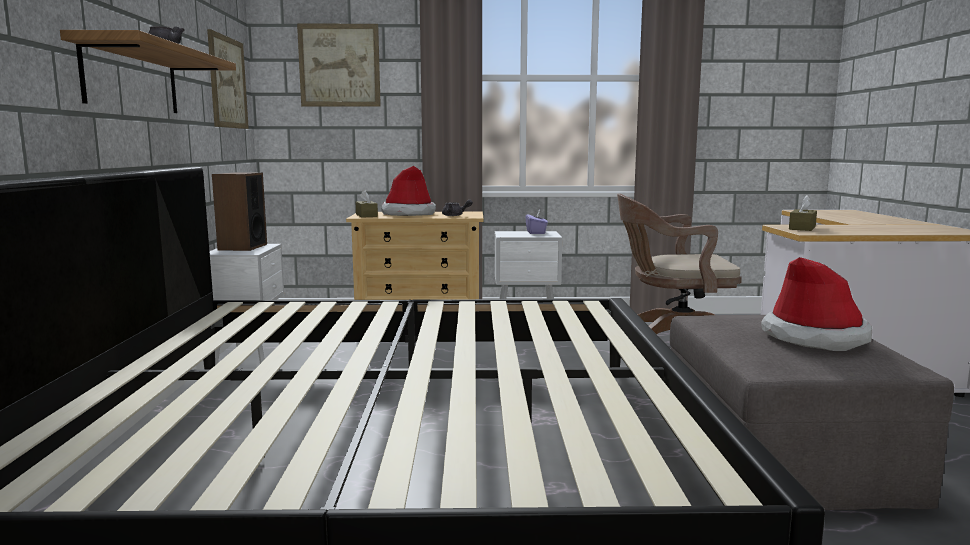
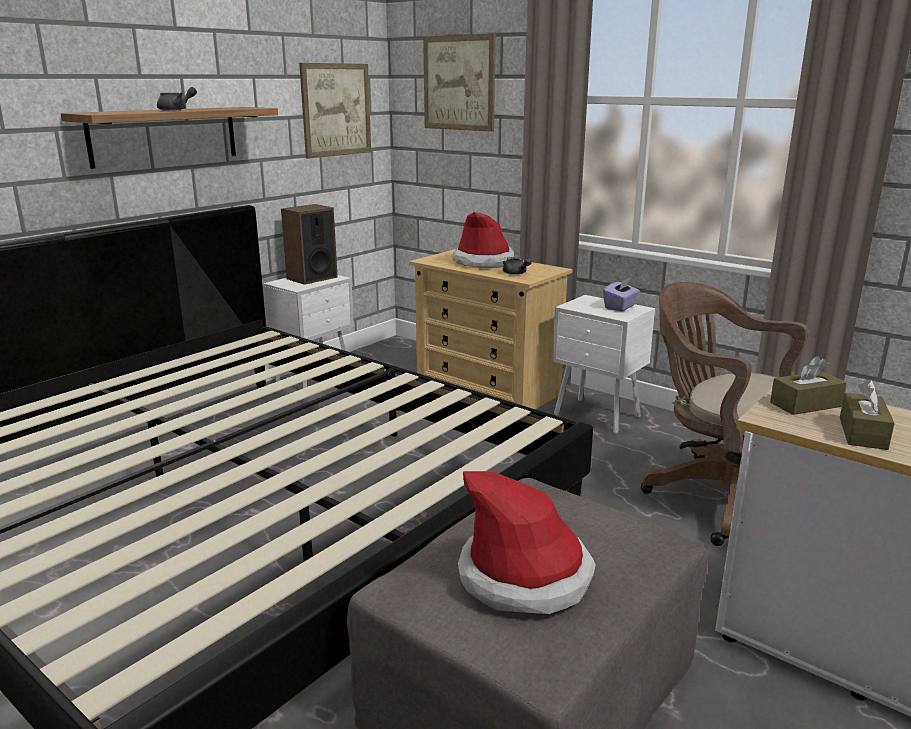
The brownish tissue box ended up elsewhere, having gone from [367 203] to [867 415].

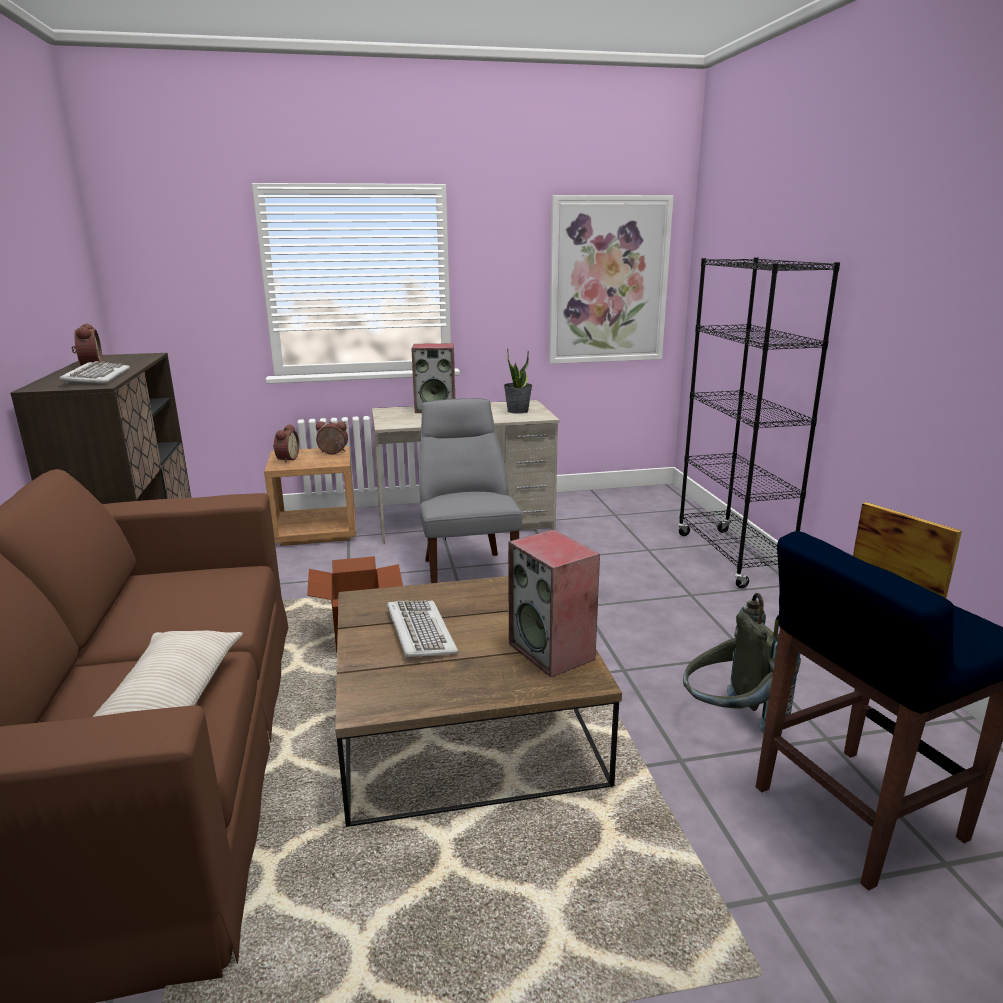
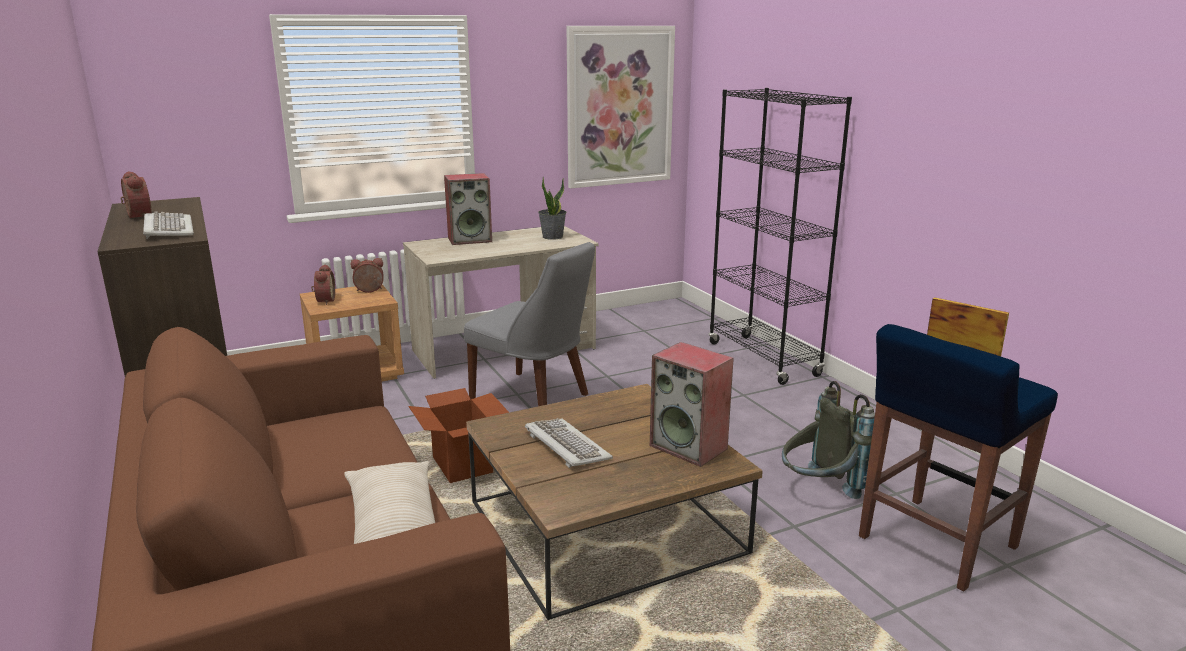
The gray plain chair at [470 490] ended up facing another way, 150 degrees clockwise from before.

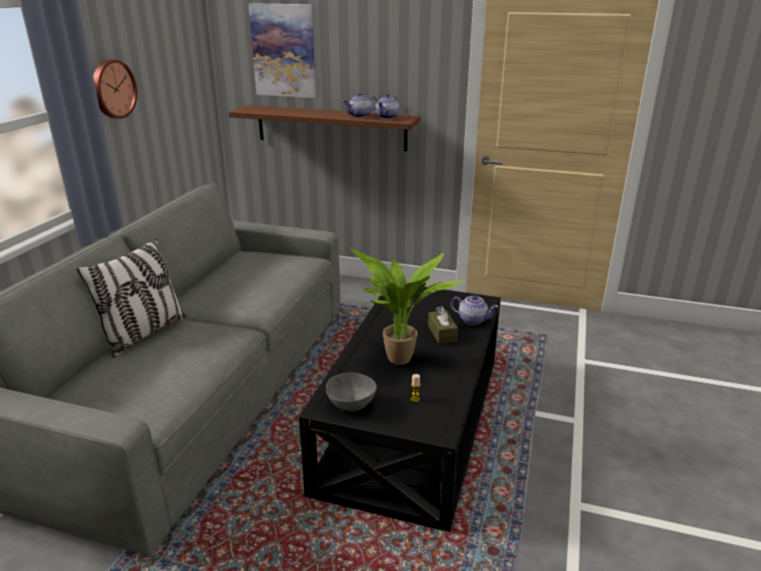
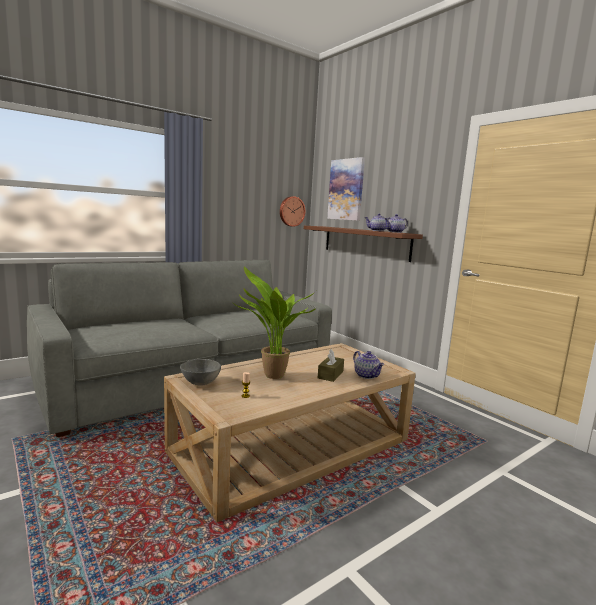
The wall clock ended up elsewhere, having gone from [115 89] to [292 211].
The second view lost the throw pillow at [131 298].
What was the black coffee table at [400 409] turned into the sand-coloured coffee table at [289 432].

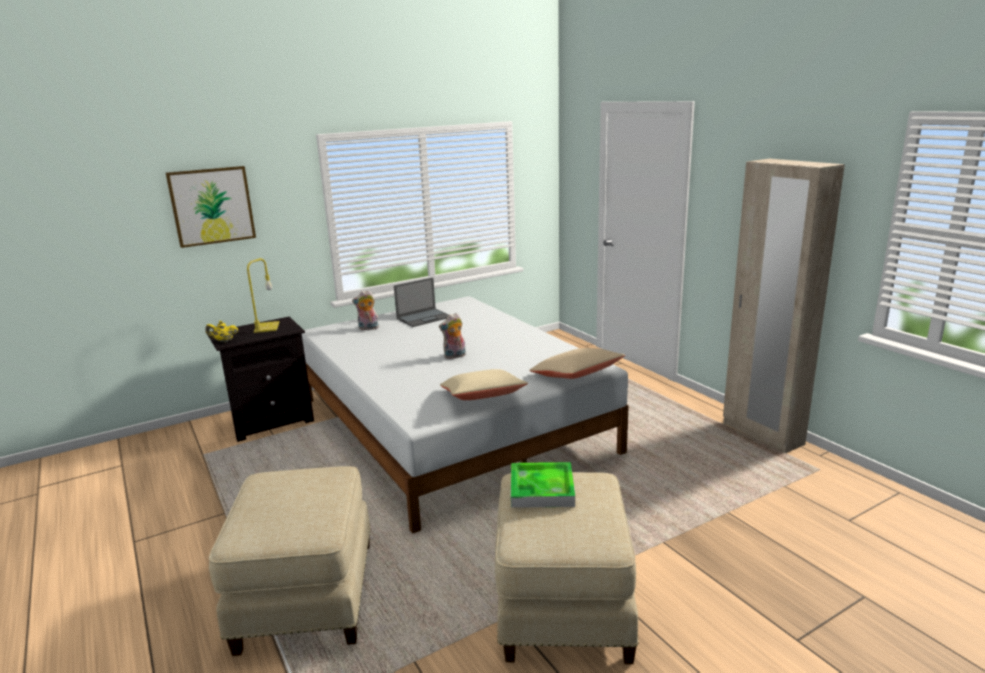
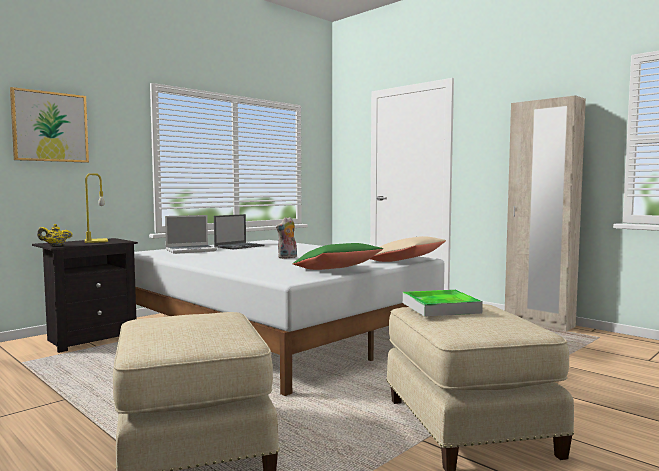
Where the plush toy stood at [365 310], the laptop came to stand at [191 234].
What was the sand-coloured throw pillow at [484 384] turned into the greenish throw pillow at [337 256].

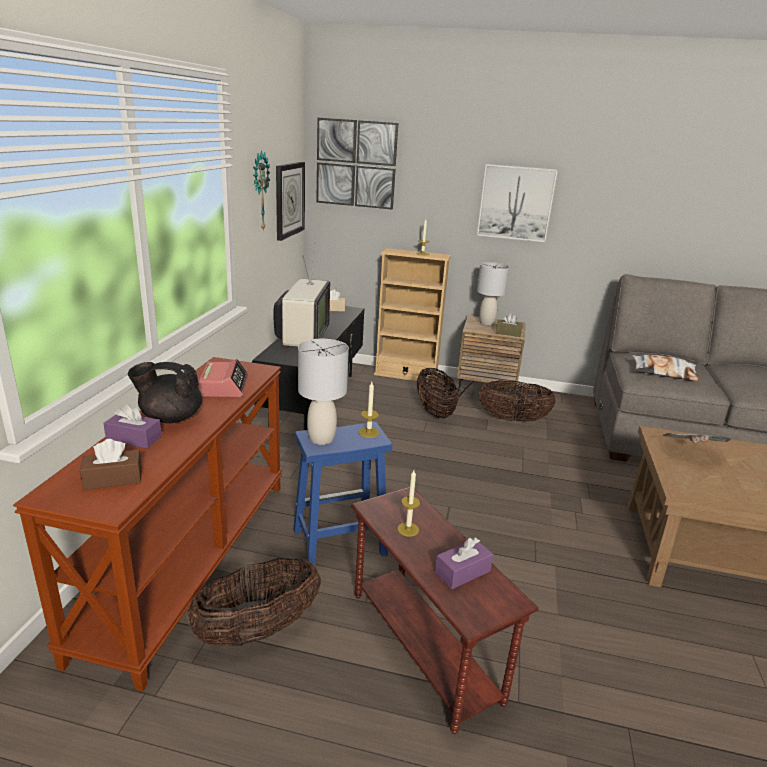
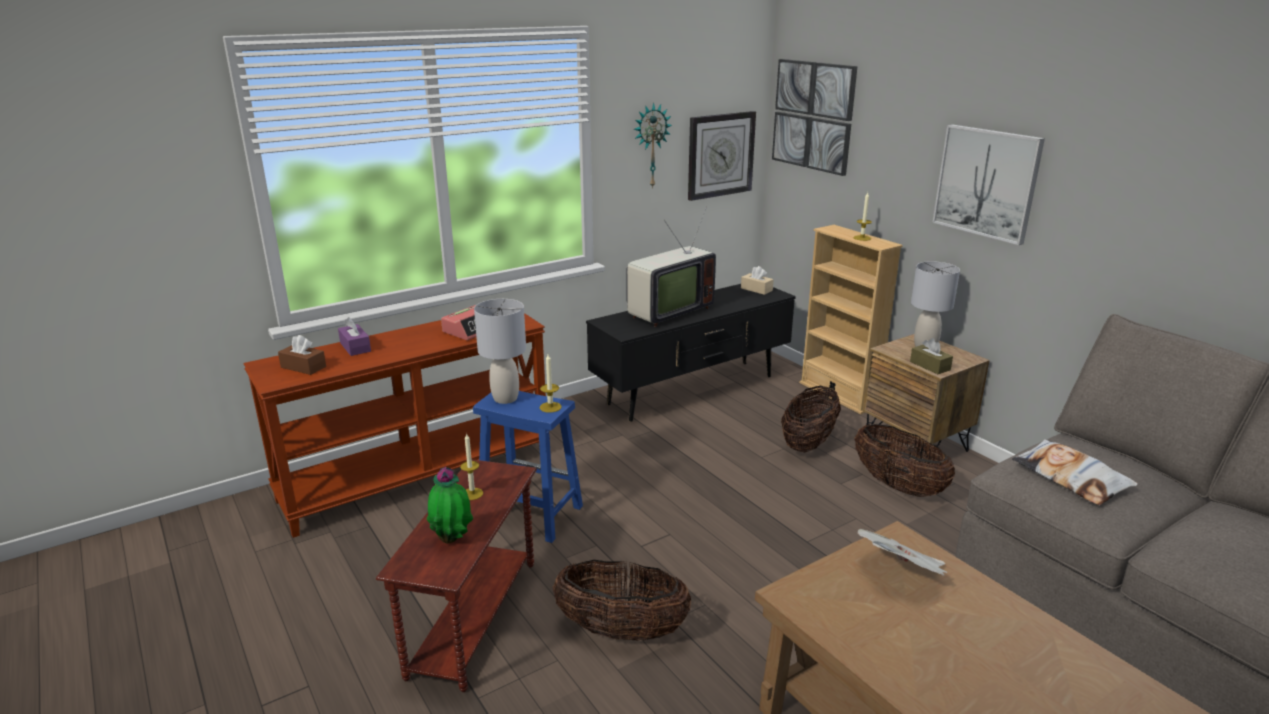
The second view lost the black tea pot at [165 392].
Where the purple tissue box stood at [464 563], the houseplant came to stand at [450 505].
The household basket ended up elsewhere, having gone from [253 602] to [621 600].

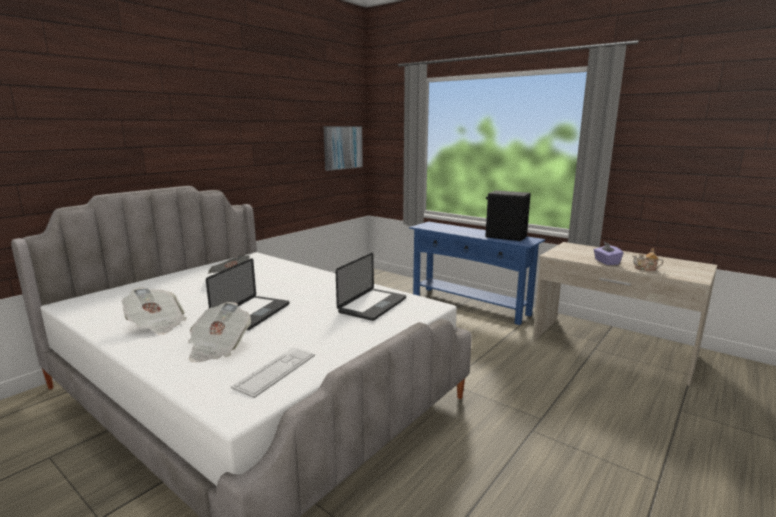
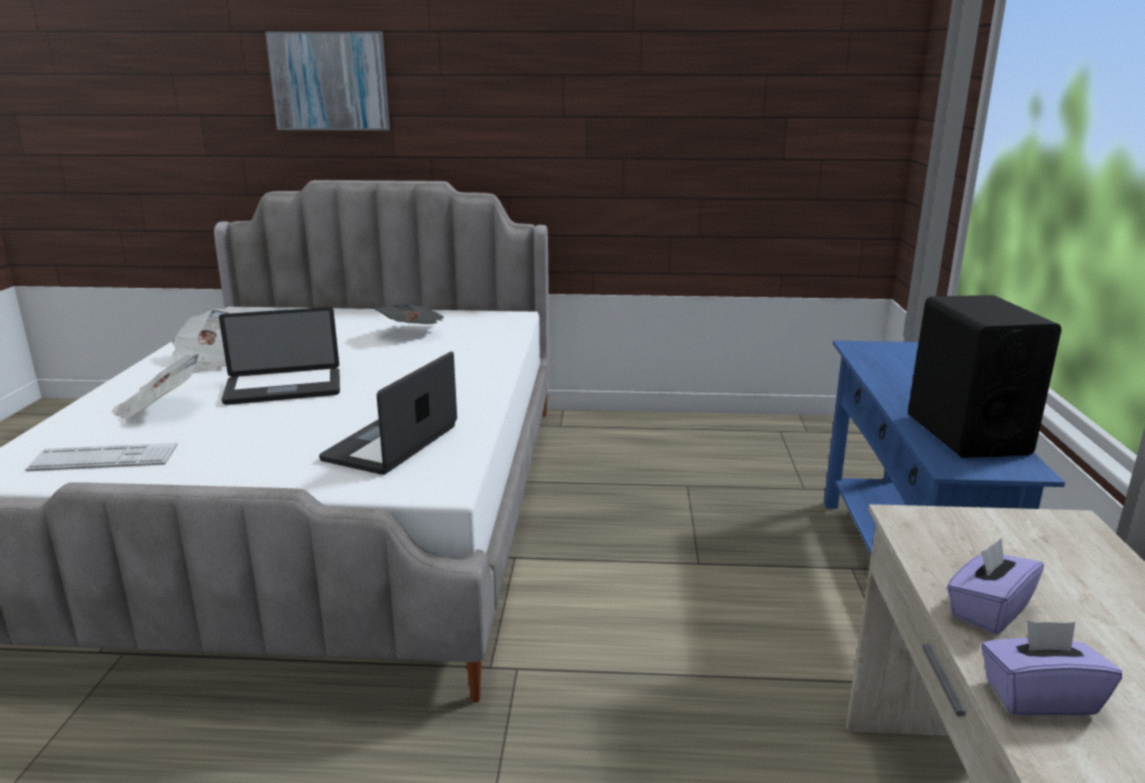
The wall picture ended up elsewhere, having gone from [343 148] to [327 81].
Where the tea pot stood at [647 259], the purple tissue box came to stand at [1051 668].
The laptop at [371 287] ended up facing another way, 120 degrees clockwise from before.

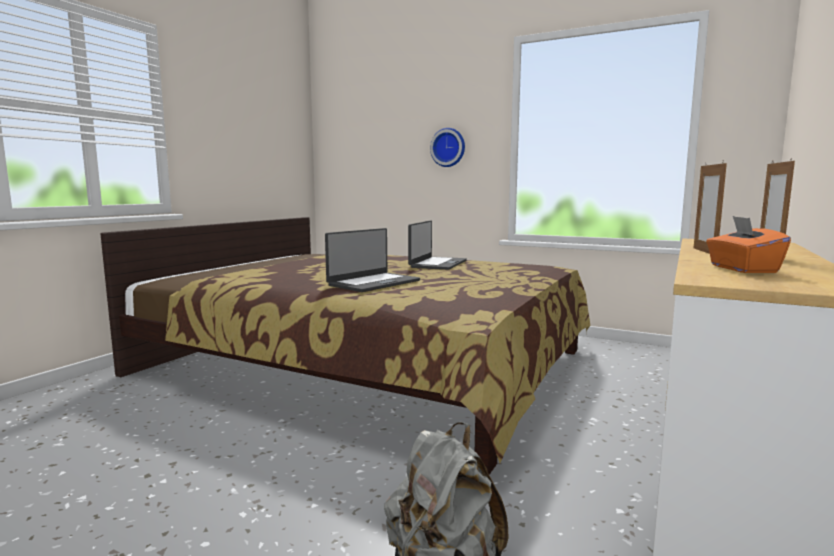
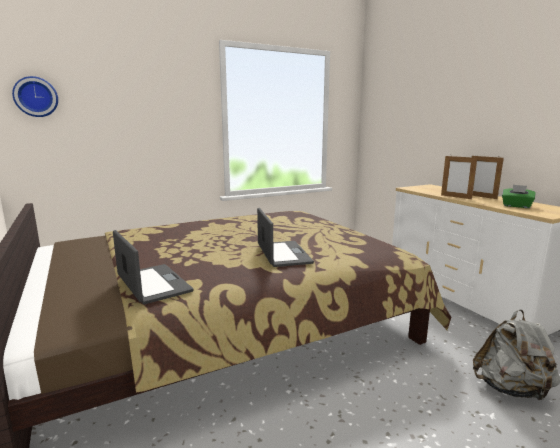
The wall clock ended up elsewhere, having gone from [447 147] to [35 96].
What was the orange tissue box at [748 244] turned into the greenish tissue box at [519 196].
The laptop ended up elsewhere, having gone from [437 245] to [153 267].

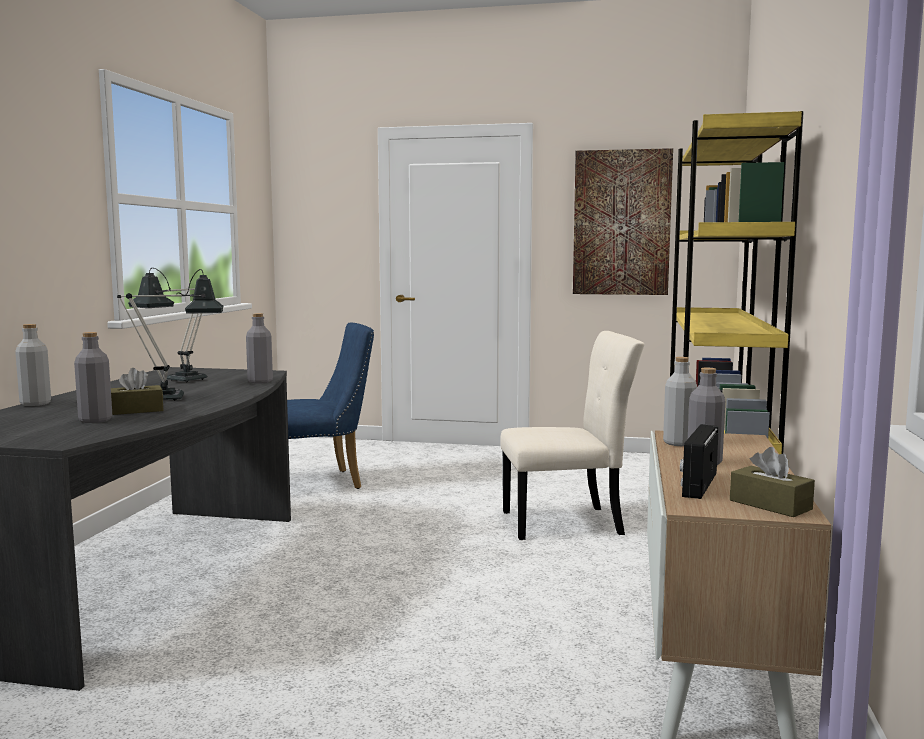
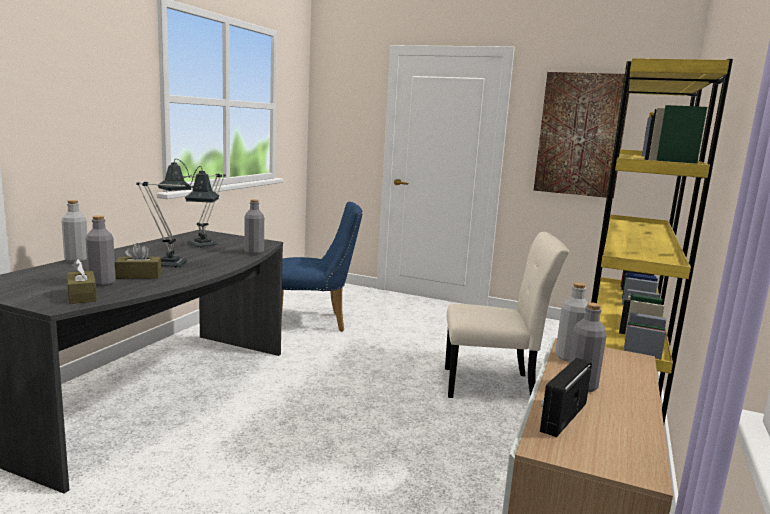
The brownish tissue box ended up elsewhere, having gone from [772 482] to [82 281].

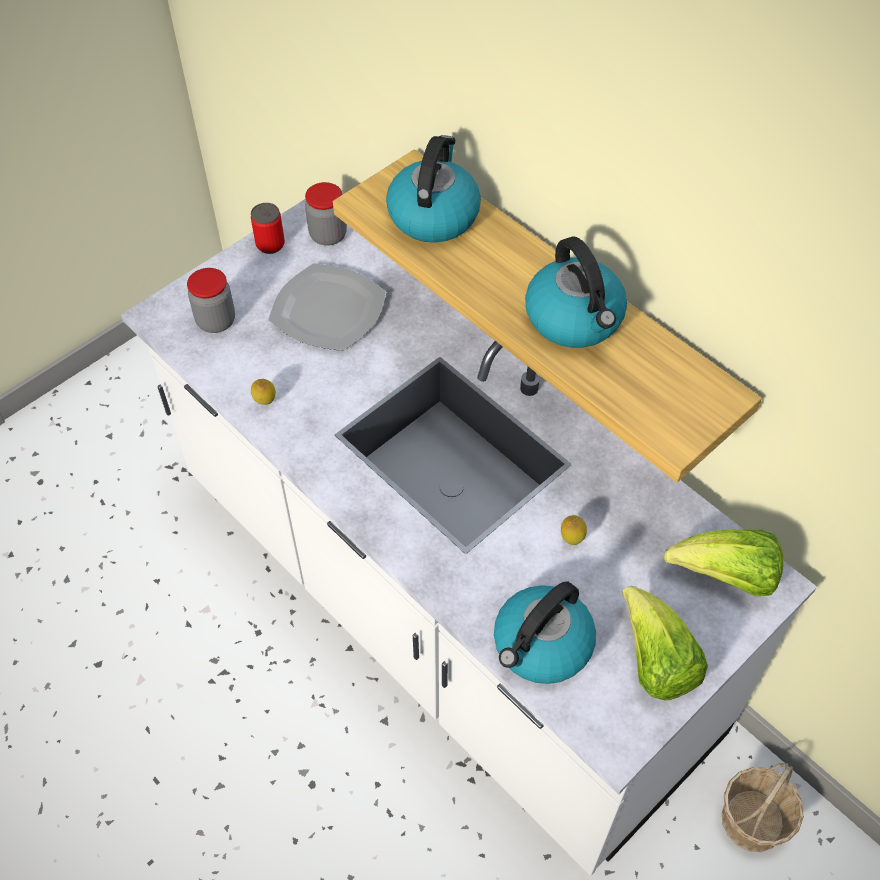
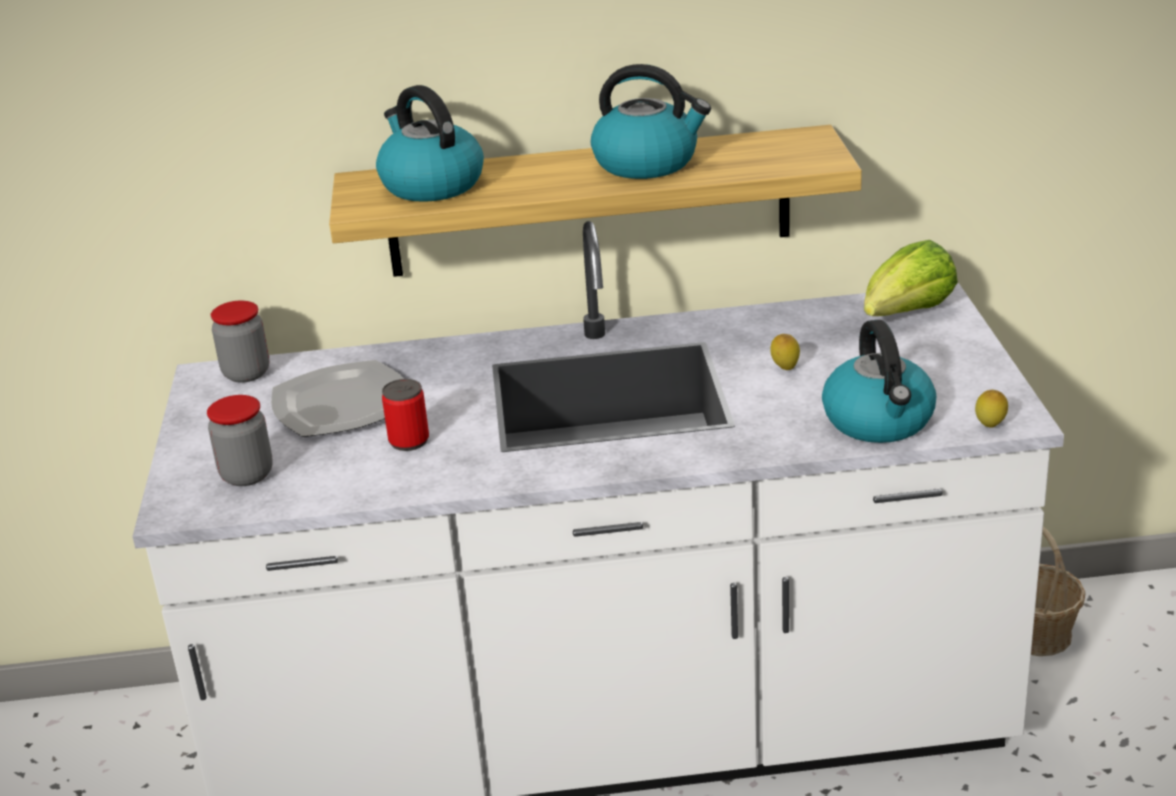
The sealed can ended up elsewhere, having gone from [268 228] to [405 415].
The citrus fruit ended up elsewhere, having gone from [263 392] to [991 409].
The second view lost the head of lettuce at [665 643].

